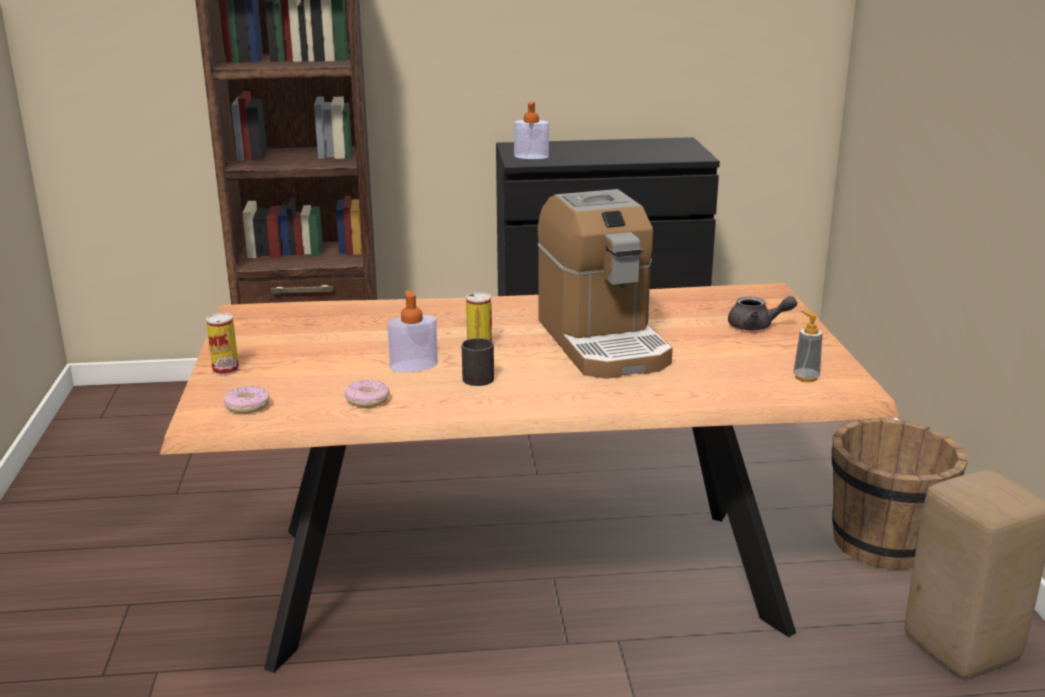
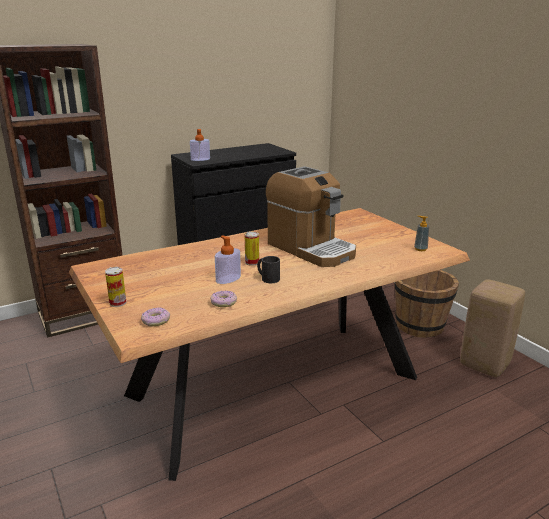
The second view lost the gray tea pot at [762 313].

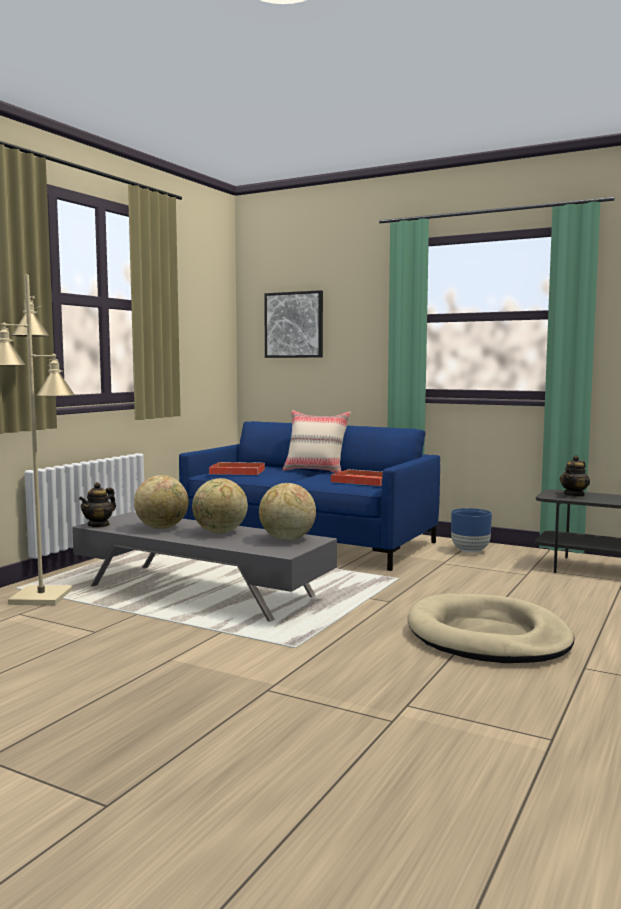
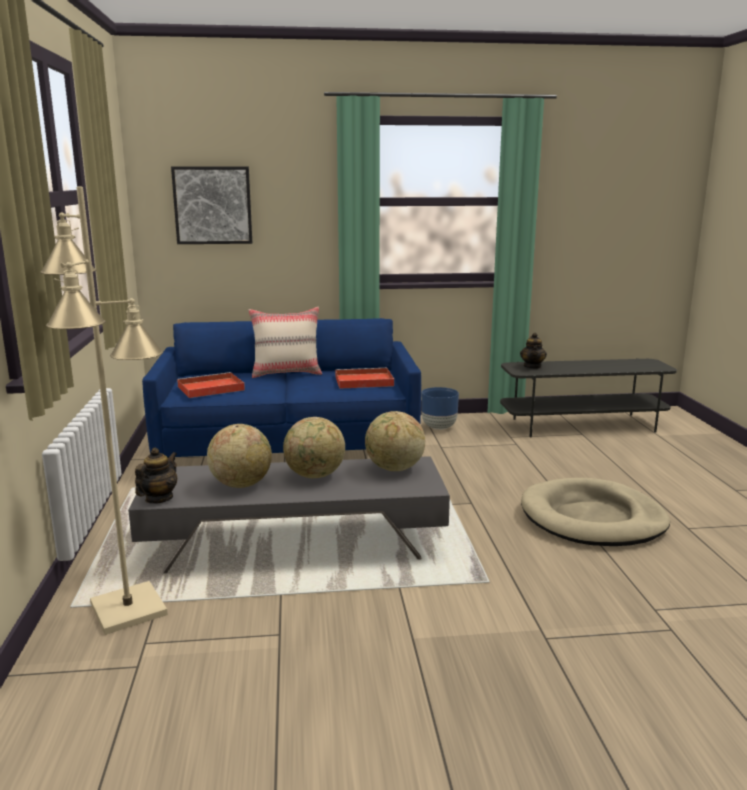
The tea pot at [97 505] ended up facing another way, 150 degrees counterclockwise from before.

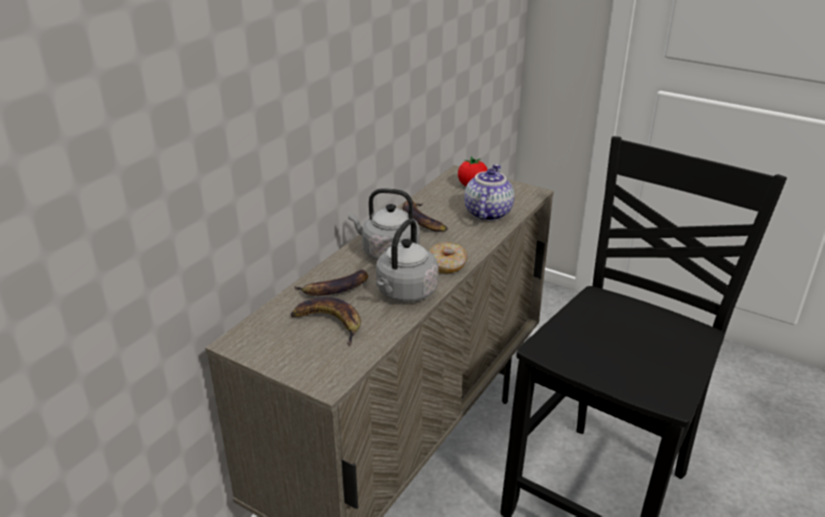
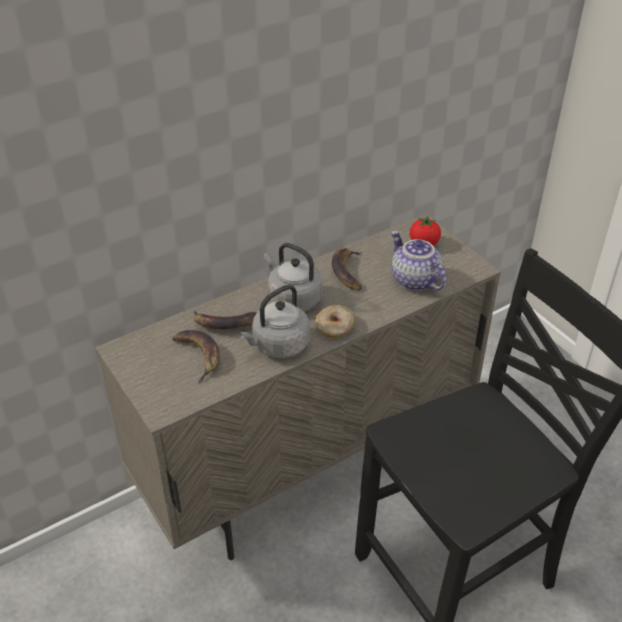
The tea pot at [489 192] ended up facing another way, 75 degrees counterclockwise from before.

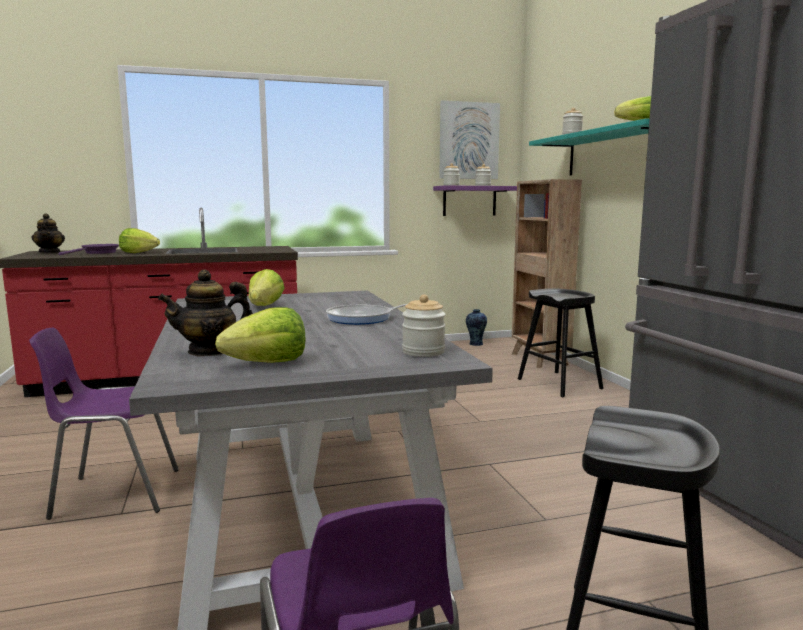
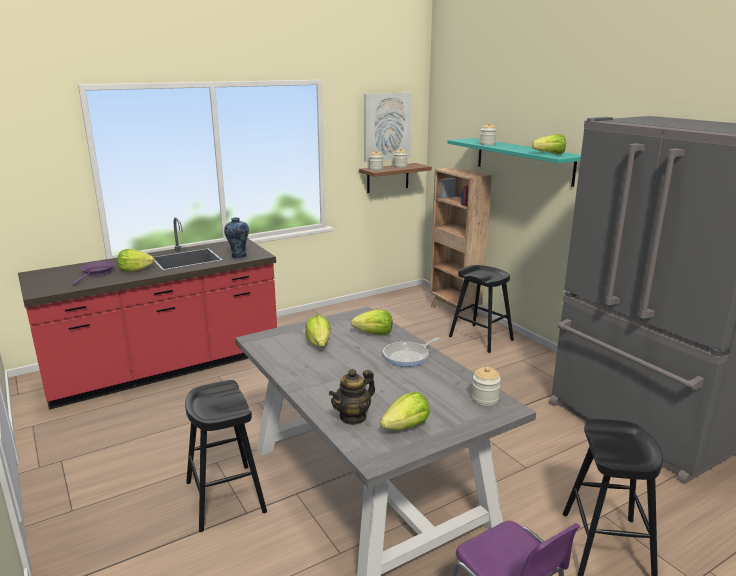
What was the purple wall shelf at [475 200] turned into the brownish wall shelf at [395 178].
The second view lost the tea pot at [48 233].
The flower vase ended up elsewhere, having gone from [476 327] to [236 238].
Where the purple plain chair stood at [104 424], the black stool seat came to stand at [226 456].
The second view gained the head of lettuce at [372 322].

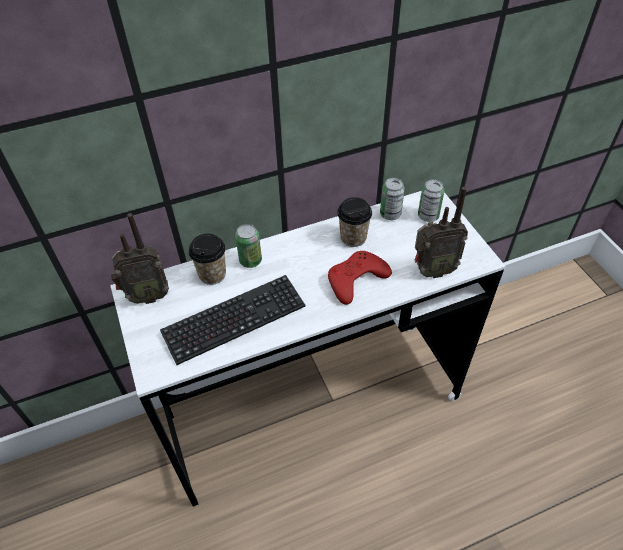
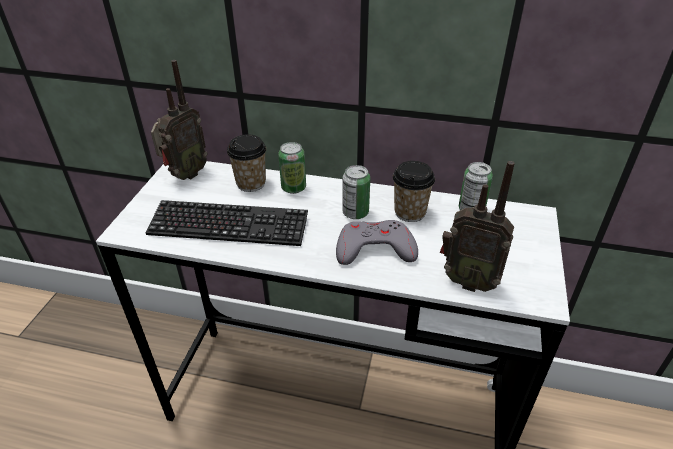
The sealed can ended up elsewhere, having gone from [431 200] to [356 192].
The radio at [140 258] ended up facing another way, 75 degrees counterclockwise from before.
What was the reddish game controller at [360 278] turned into the gray game controller at [377 242].

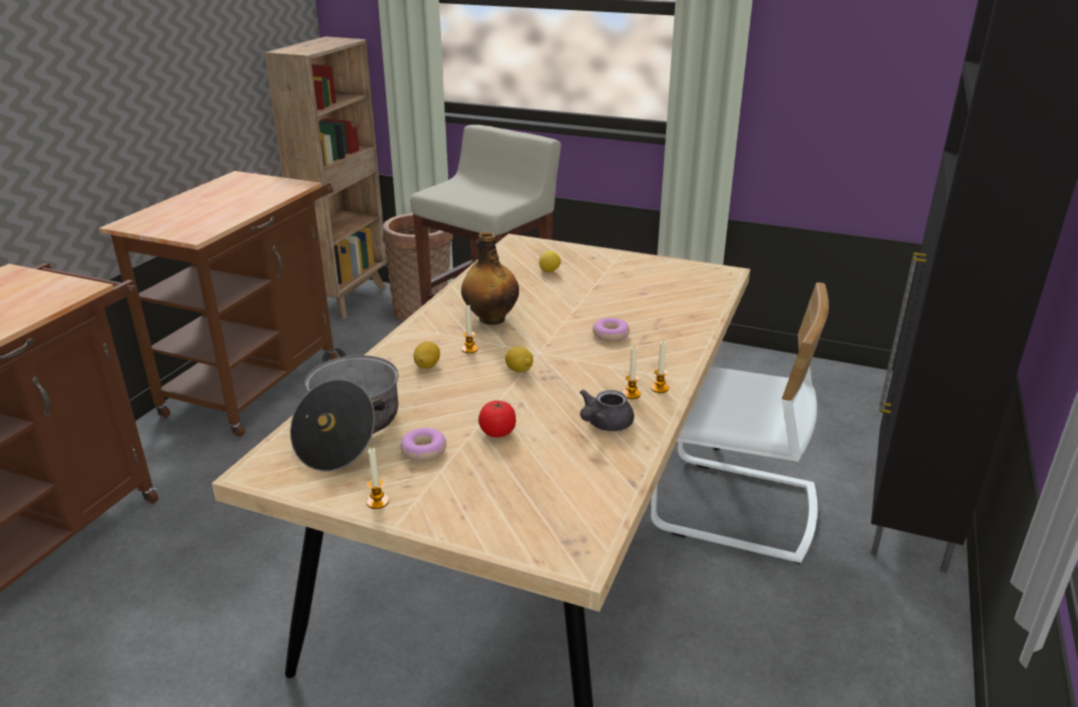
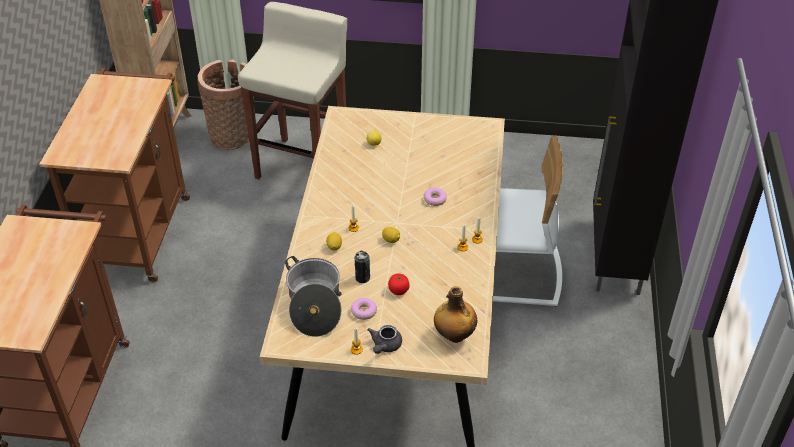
The drink bottle ended up elsewhere, having gone from [490 278] to [455 314].
The gray tea pot ended up elsewhere, having gone from [607 410] to [384 339].
The second view gained the sealed can at [362 267].

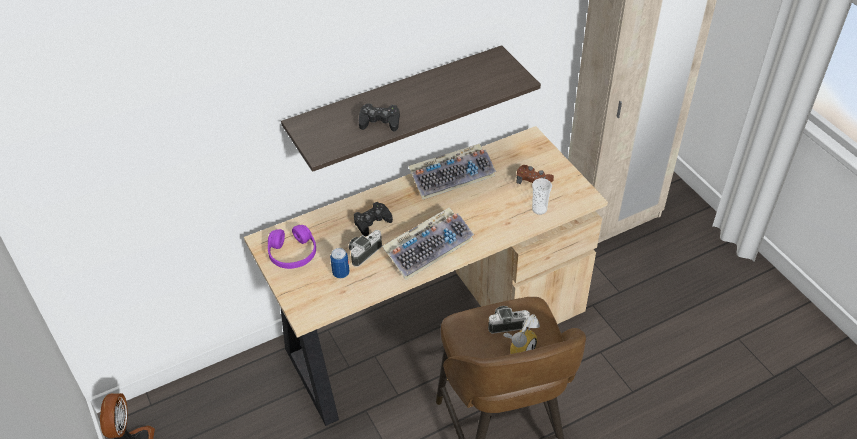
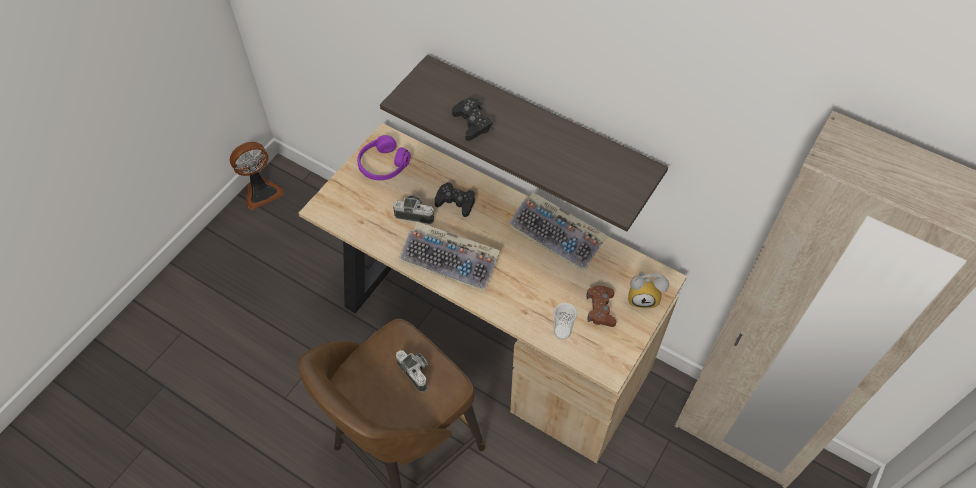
The second view lost the sealed can at [340 263].
The table clock ended up elsewhere, having gone from [521 334] to [648 289].

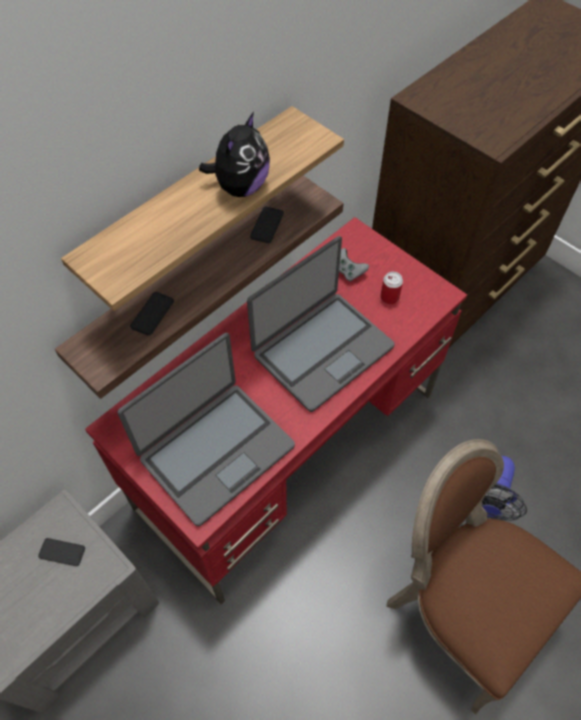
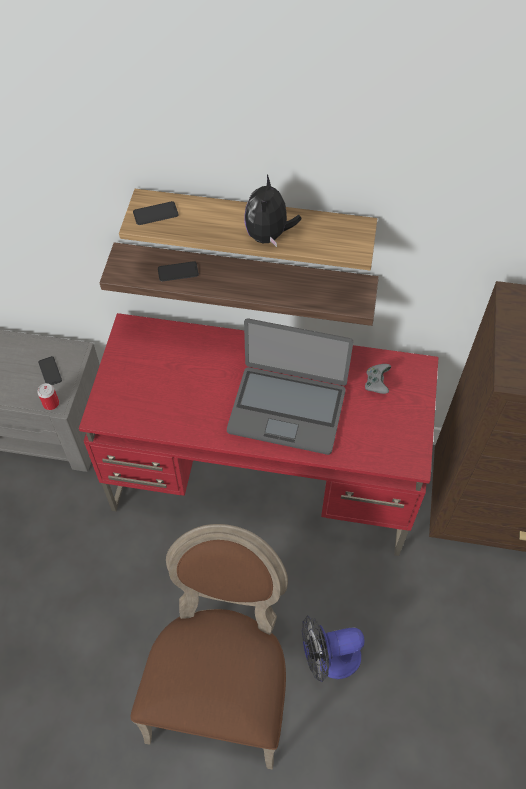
The plush toy at [234 154] ended up facing another way, 105 degrees clockwise from before.
The handset ended up elsewhere, having gone from [267 225] to [156 213].
The sealed can ended up elsewhere, having gone from [391 288] to [48 396].
The second view lost the laptop at [206 429].

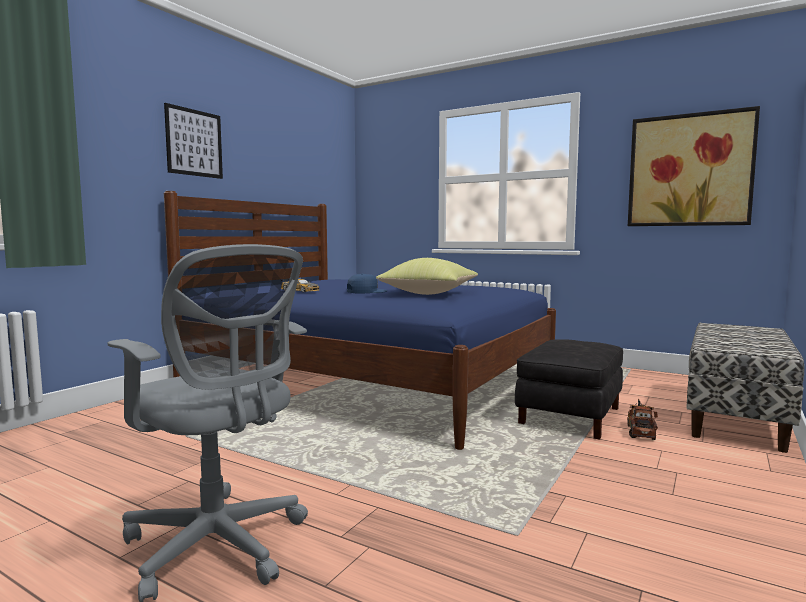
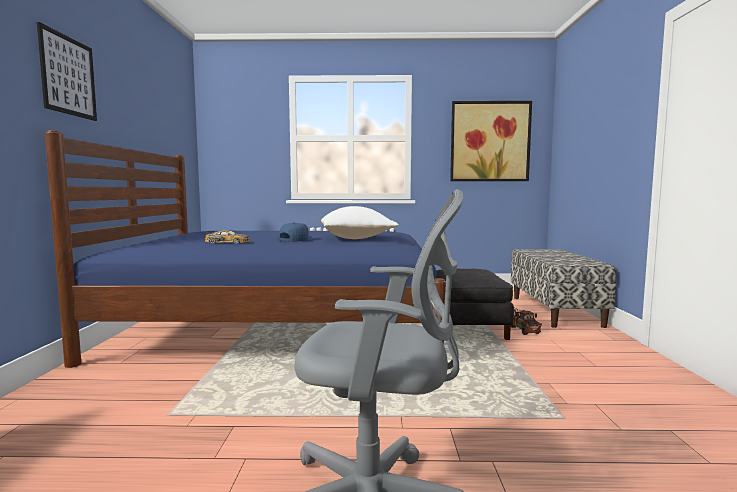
What was the yellow-coloured throw pillow at [427 276] turned into the whitish throw pillow at [360 222].

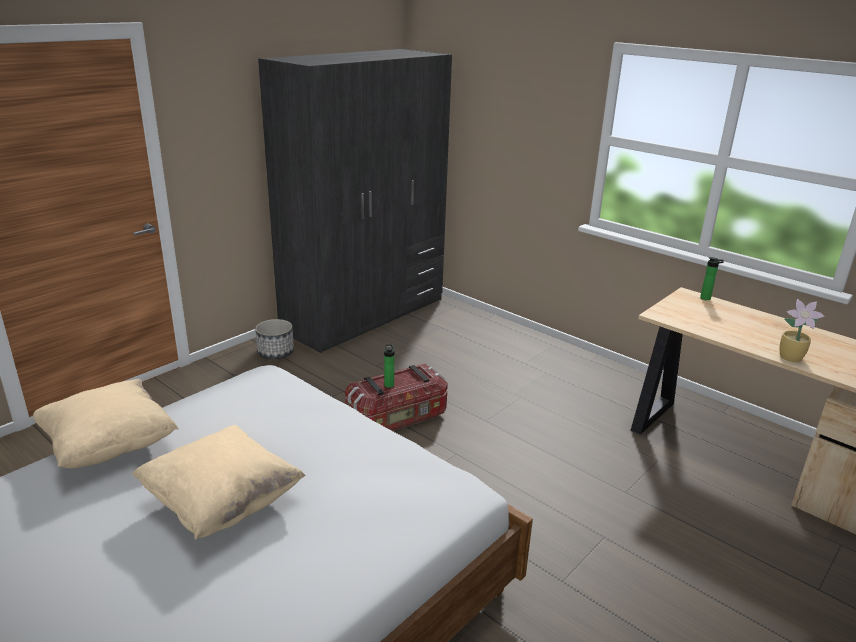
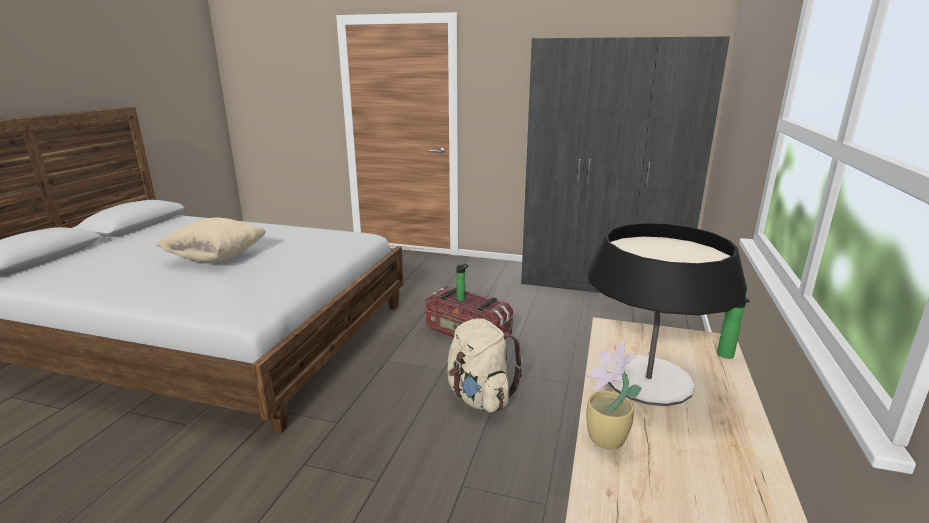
The second view lost the plant pot at [274 339].
The second view lost the sand-coloured throw pillow at [105 424].
The second view gained the table lamp at [667 314].
The second view gained the sand-coloured rucksack at [485 365].

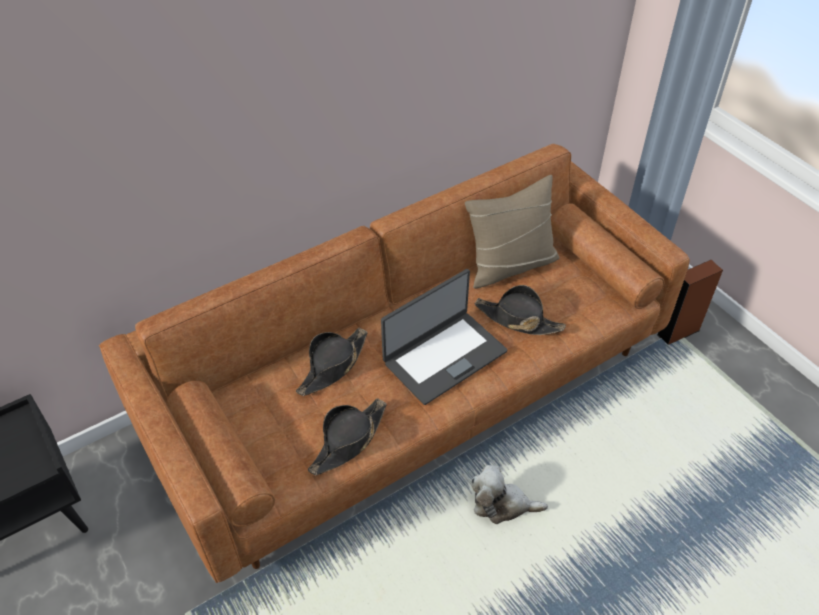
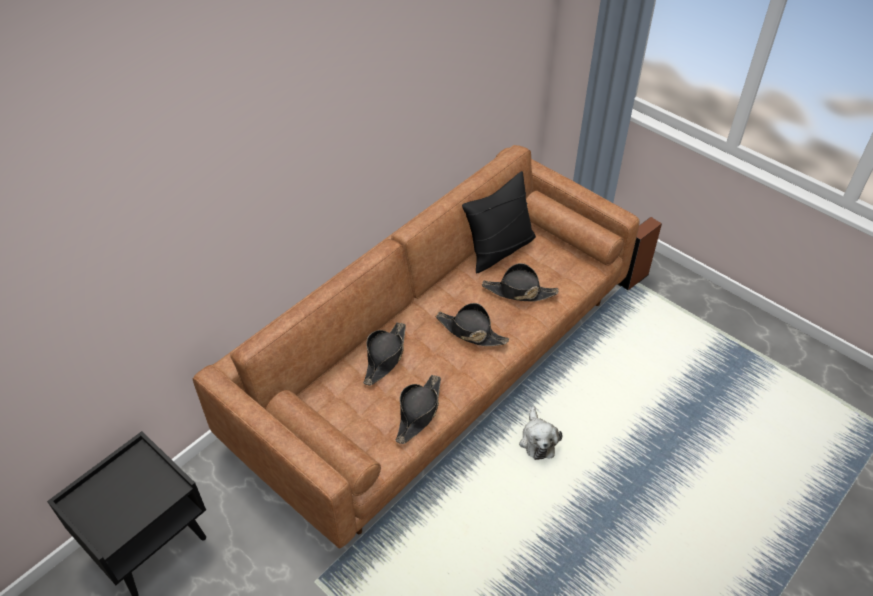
What was the sand-coloured throw pillow at [512 232] turned into the black throw pillow at [499 222].
Where the laptop stood at [444 337], the black wearable hat came to stand at [472 324].
The plush toy at [509 494] ended up facing another way, 90 degrees counterclockwise from before.

